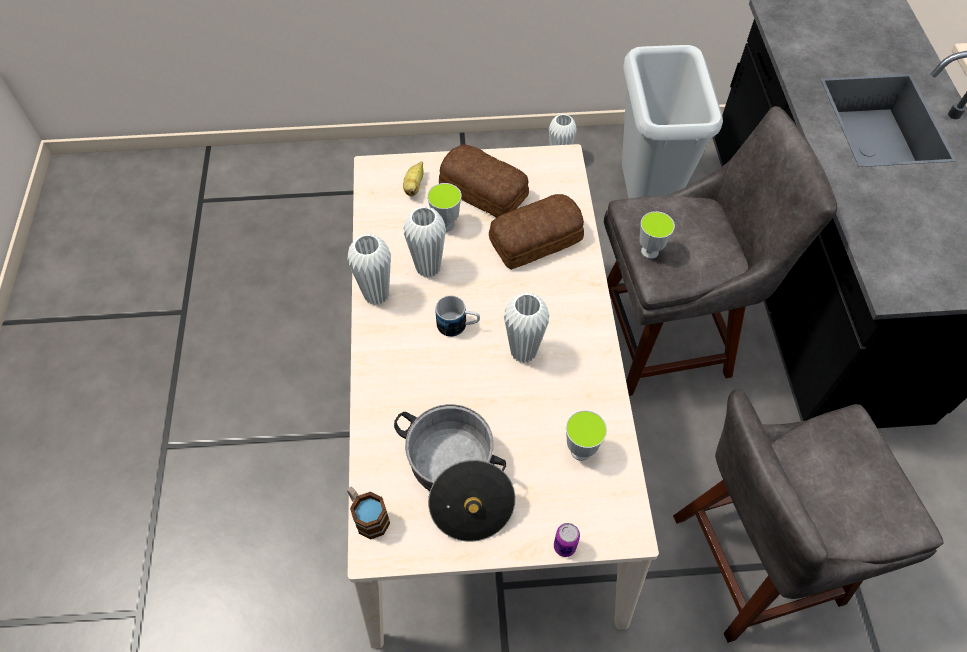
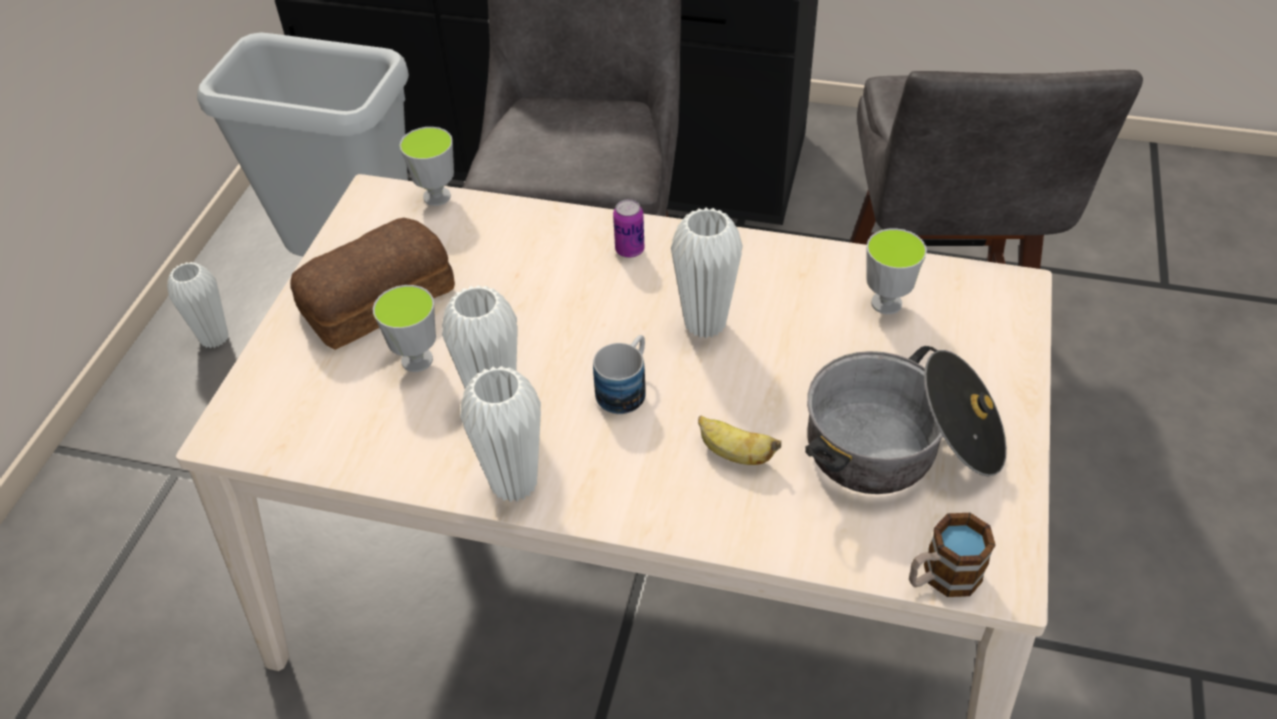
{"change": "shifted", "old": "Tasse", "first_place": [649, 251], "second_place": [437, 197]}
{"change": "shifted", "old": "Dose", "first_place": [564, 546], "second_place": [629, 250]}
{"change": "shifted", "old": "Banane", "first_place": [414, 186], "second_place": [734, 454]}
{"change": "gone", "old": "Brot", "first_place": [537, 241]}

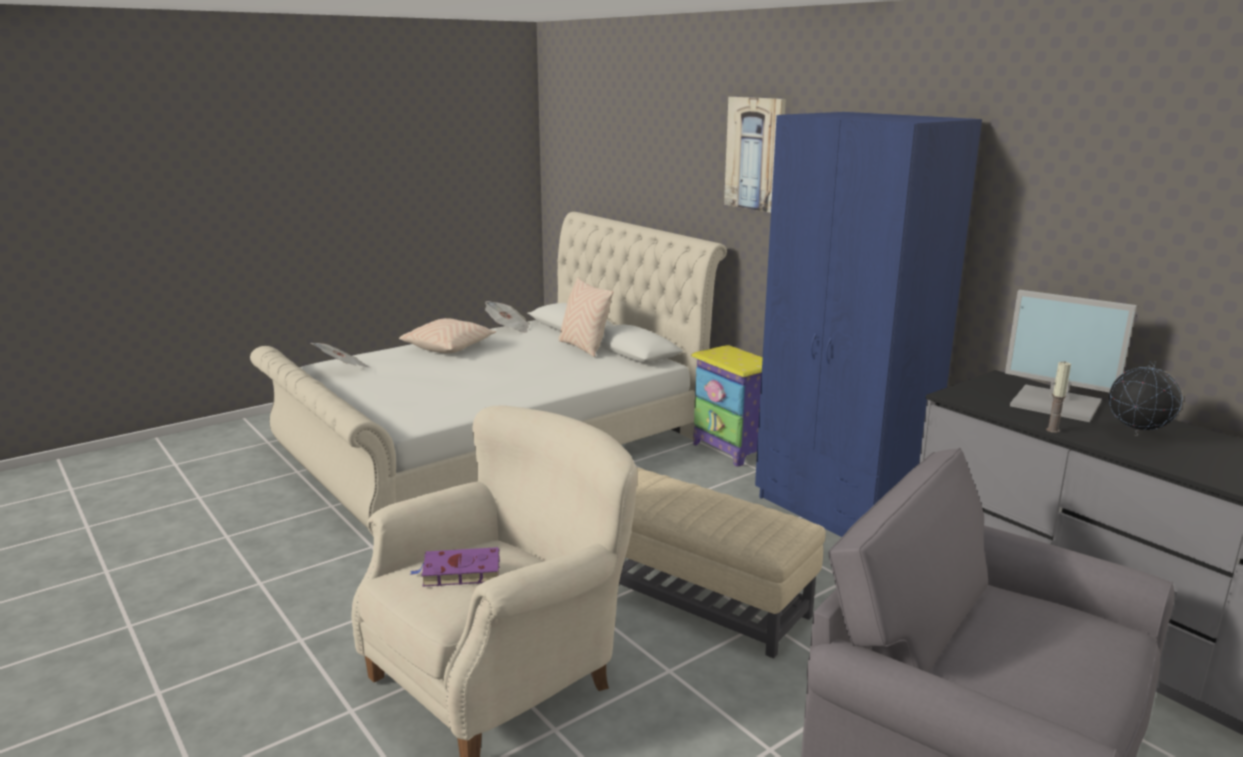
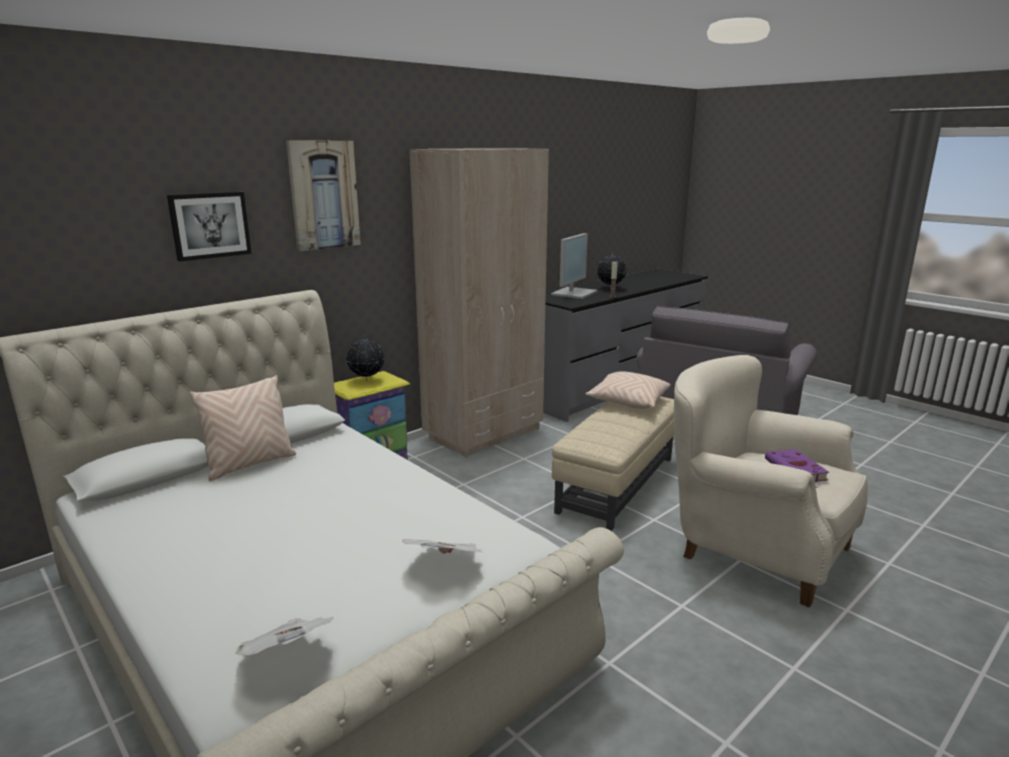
{"change": "new", "new": "Bild", "second_place": [210, 225]}
{"change": "new", "new": "Globus", "second_place": [367, 380]}
{"change": "shifted", "old": "Zeitung", "first_place": [508, 329], "second_place": [447, 564]}
{"change": "repainted", "old": "Kleiderschrank/blau", "new": "Kleiderschrank/beige", "first_place": [839, 511], "second_place": [484, 433]}
{"change": "shifted", "old": "Kissen/beige", "first_place": [449, 347], "second_place": [628, 402]}

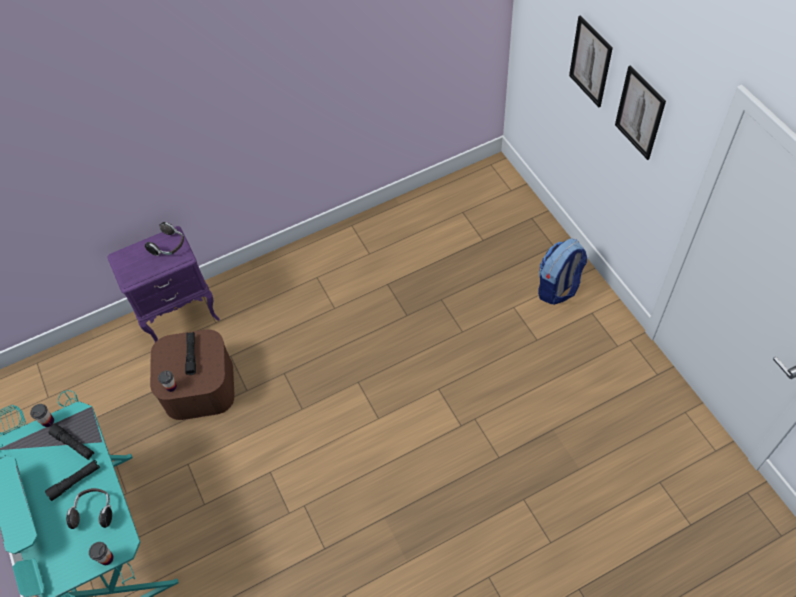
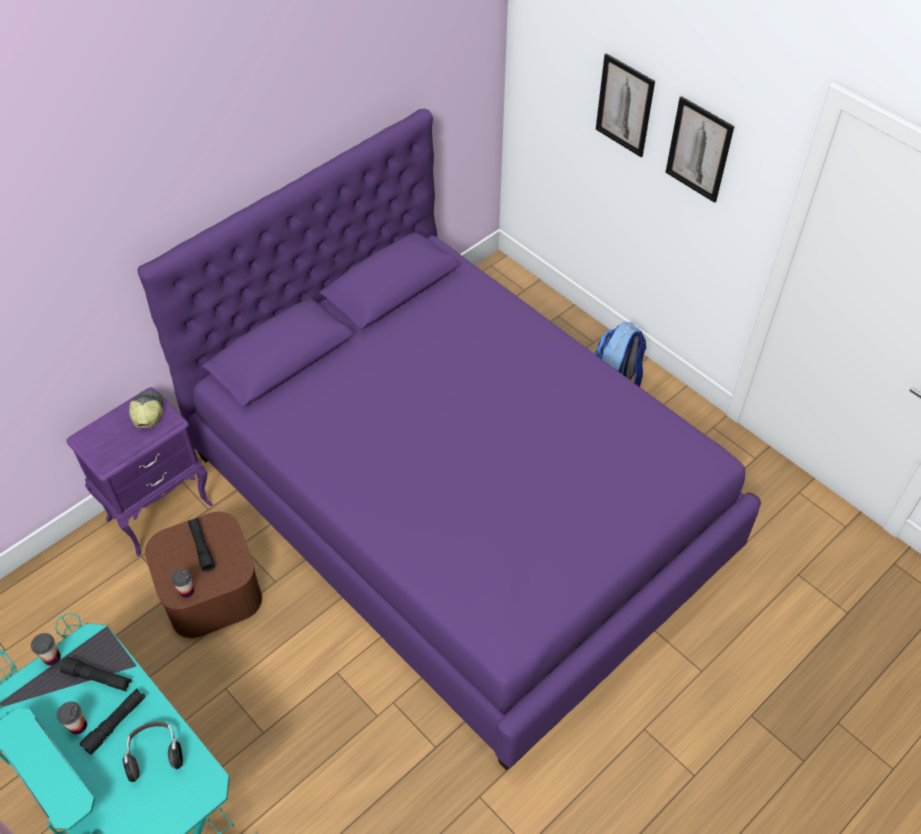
{"change": "shifted", "old": "Tasse", "first_place": [106, 558], "second_place": [78, 726]}
{"change": "swapped", "old": "Kopfhörer", "new": "Kappe", "first_place": [169, 246], "second_place": [147, 412]}
{"change": "new", "new": "Bett/lila", "second_place": [459, 502]}

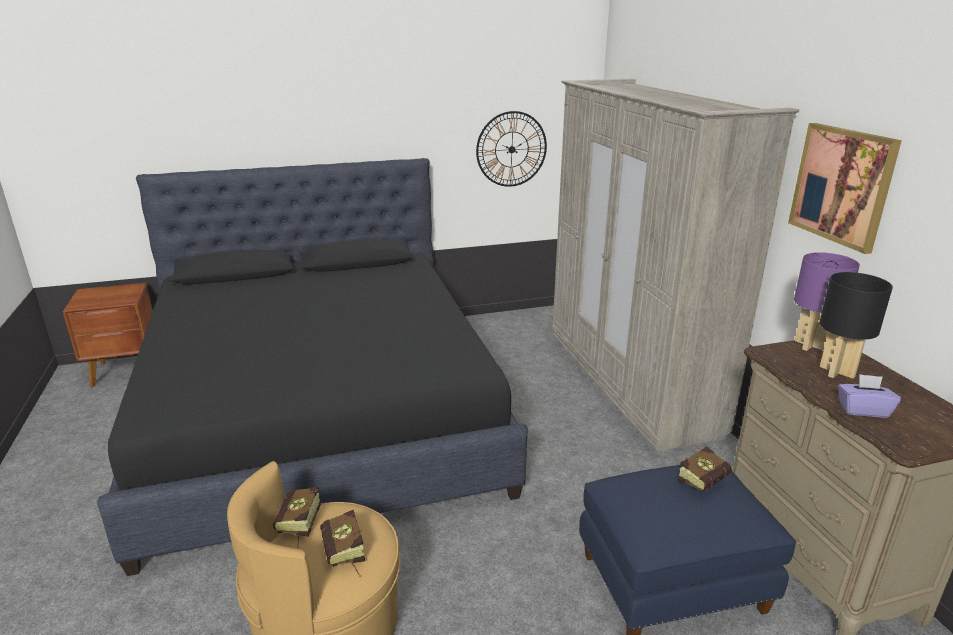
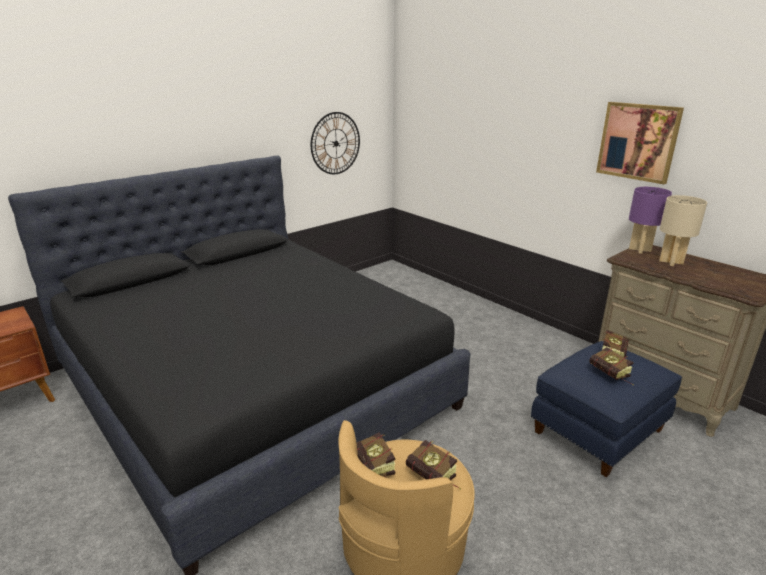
{"change": "new", "new": "Buch", "second_place": [612, 376]}
{"change": "repainted", "old": "Tischlampe/schwarz", "new": "Tischlampe/beige", "first_place": [837, 372], "second_place": [671, 262]}
{"change": "gone", "old": "Kleiderschrank/beige", "first_place": [629, 379]}
{"change": "gone", "old": "Taschentuchbox/lila", "first_place": [863, 410]}

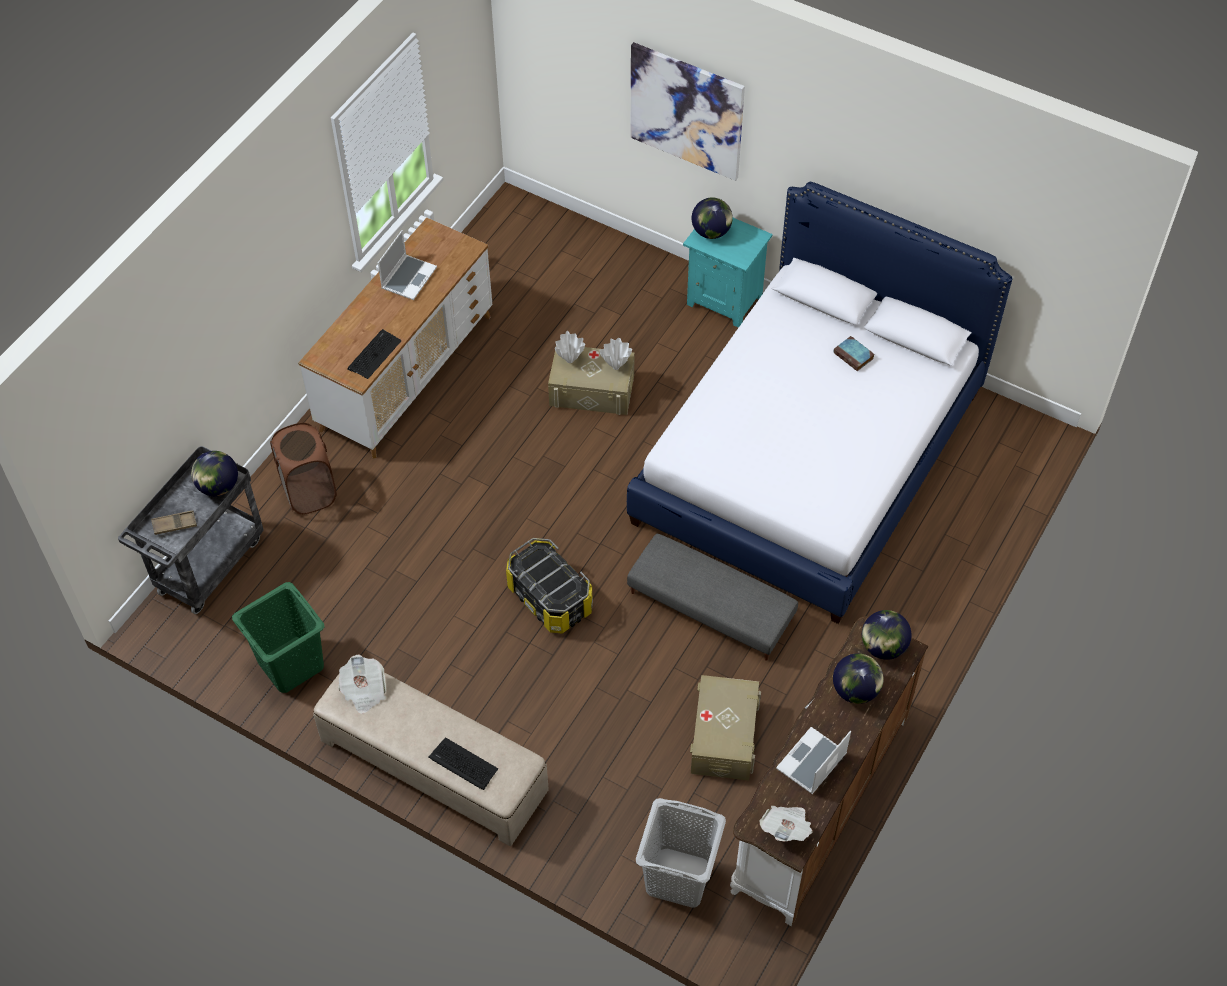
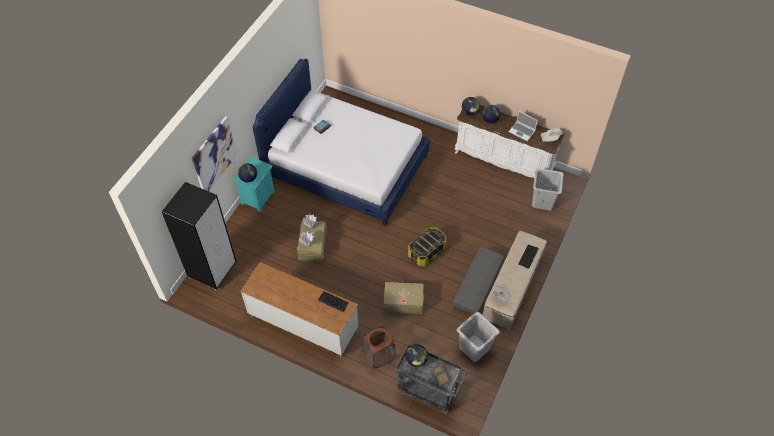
{"change": "new", "new": "Kleiderschrank", "second_place": [212, 270]}
{"change": "shifted", "old": "Aufbewahrungsbox/beige", "first_place": [724, 736], "second_place": [403, 302]}
{"change": "shifted", "old": "Polsterhocker/grau", "first_place": [711, 606], "second_place": [477, 286]}
{"change": "repainted", "old": "Wäschekorb/grün", "new": "Wäschekorb/grau", "first_place": [290, 664], "second_place": [474, 348]}
{"change": "gone", "old": "Laptop", "first_place": [408, 277]}

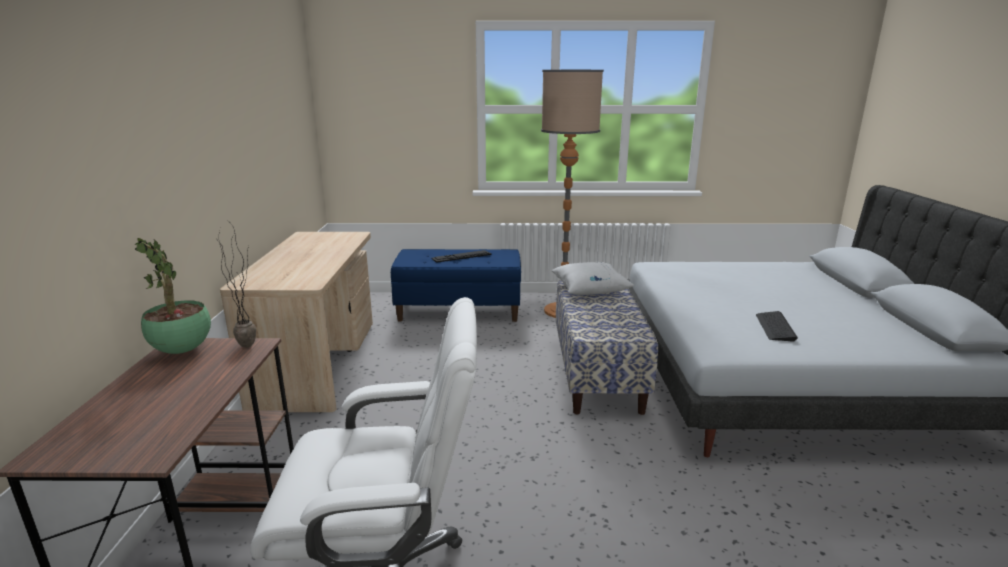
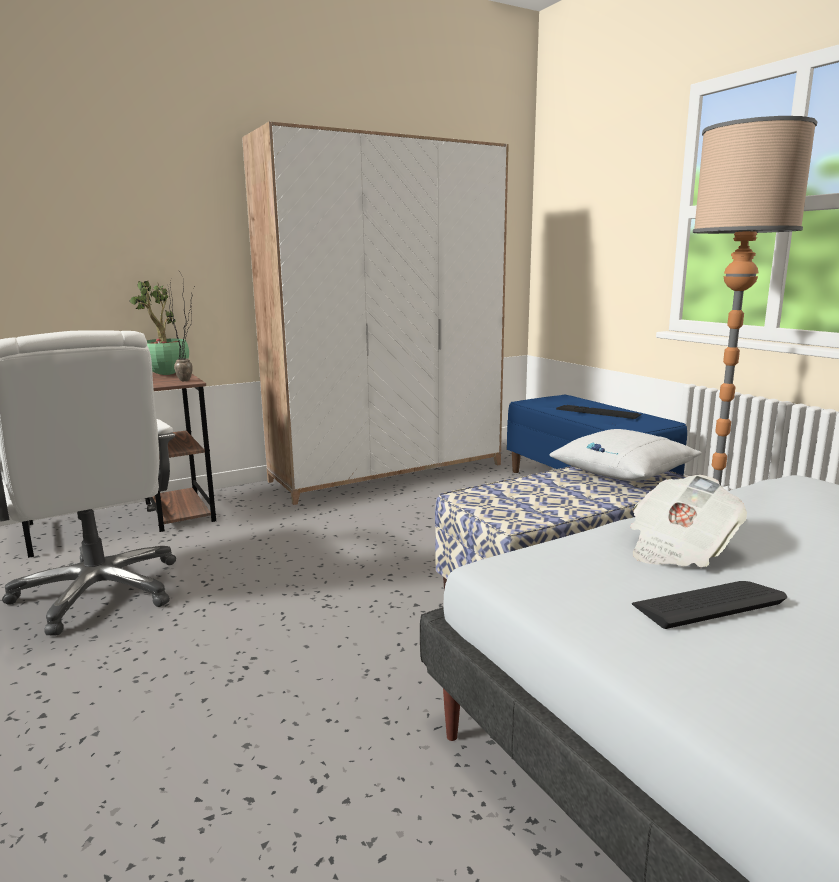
{"change": "swapped", "old": "Schreibtisch/beige", "new": "Kleiderschrank/weiß", "first_place": [319, 362], "second_place": [388, 472]}
{"change": "new", "new": "Zeitung", "second_place": [678, 549]}

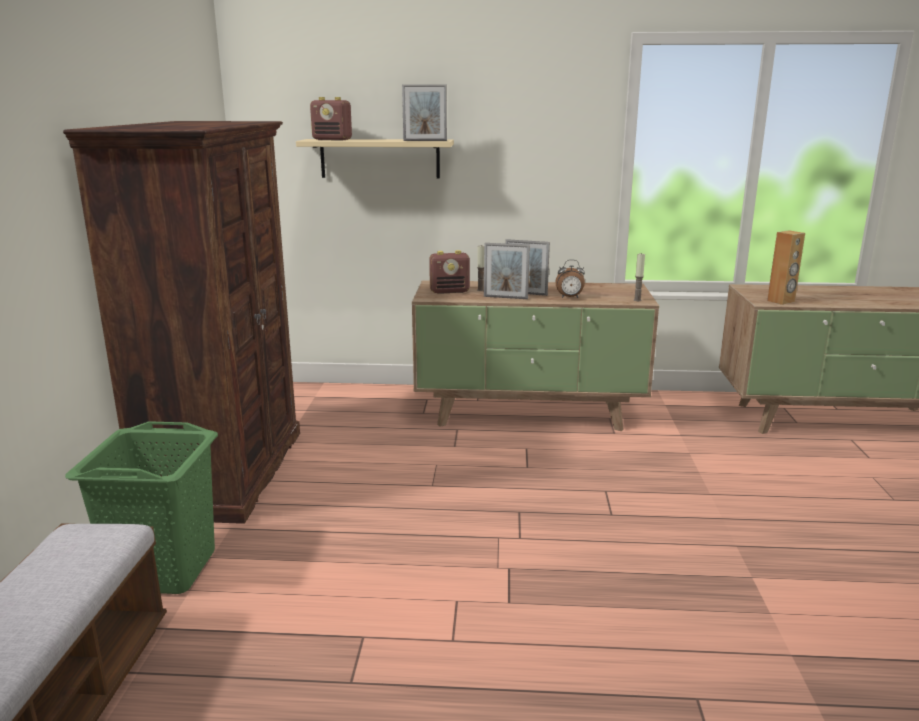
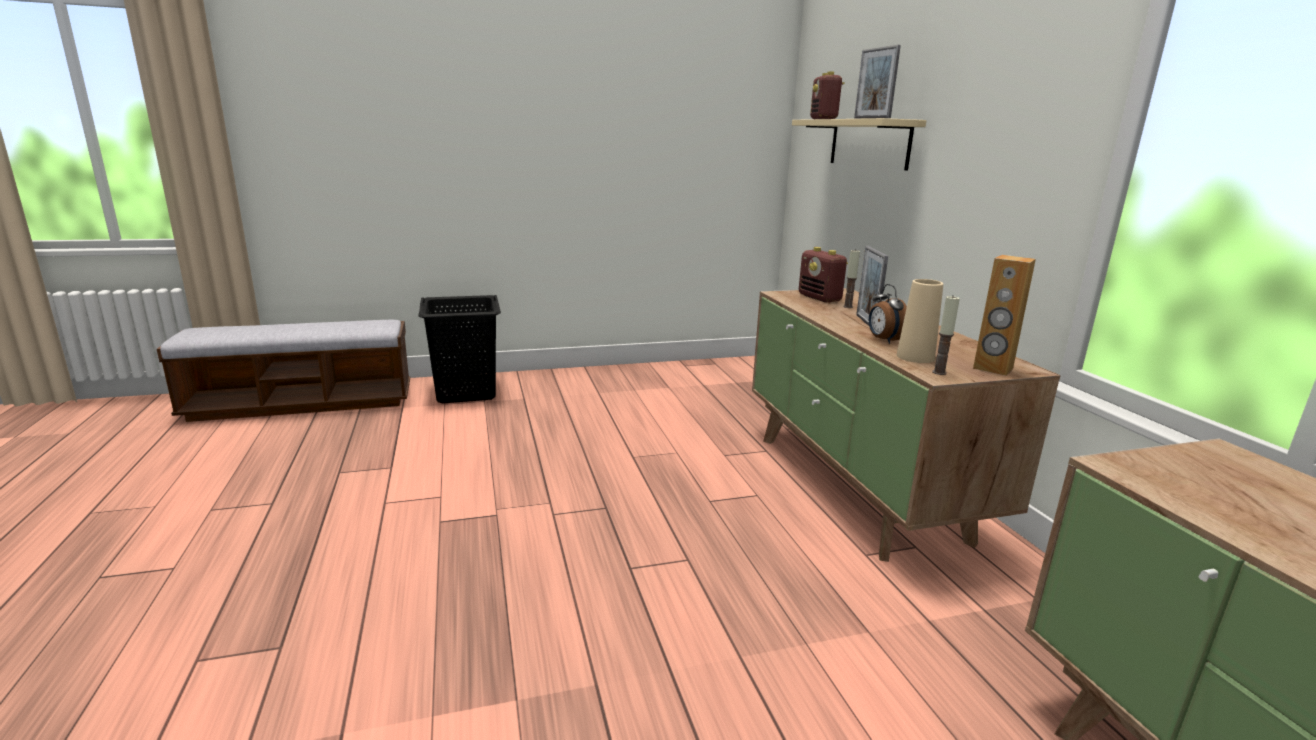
{"change": "repainted", "old": "Wäschekorb/grün", "new": "Wäschekorb/schwarz", "first_place": [165, 569], "second_place": [466, 392]}
{"change": "new", "new": "Vase/beige", "second_place": [915, 357]}
{"change": "shifted", "old": "Lautsprecher/braun", "first_place": [781, 301], "second_place": [992, 368]}
{"change": "gone", "old": "Kleiderschrank/braun", "first_place": [227, 471]}
{"change": "gone", "old": "Bilderrahmen", "first_place": [505, 297]}

